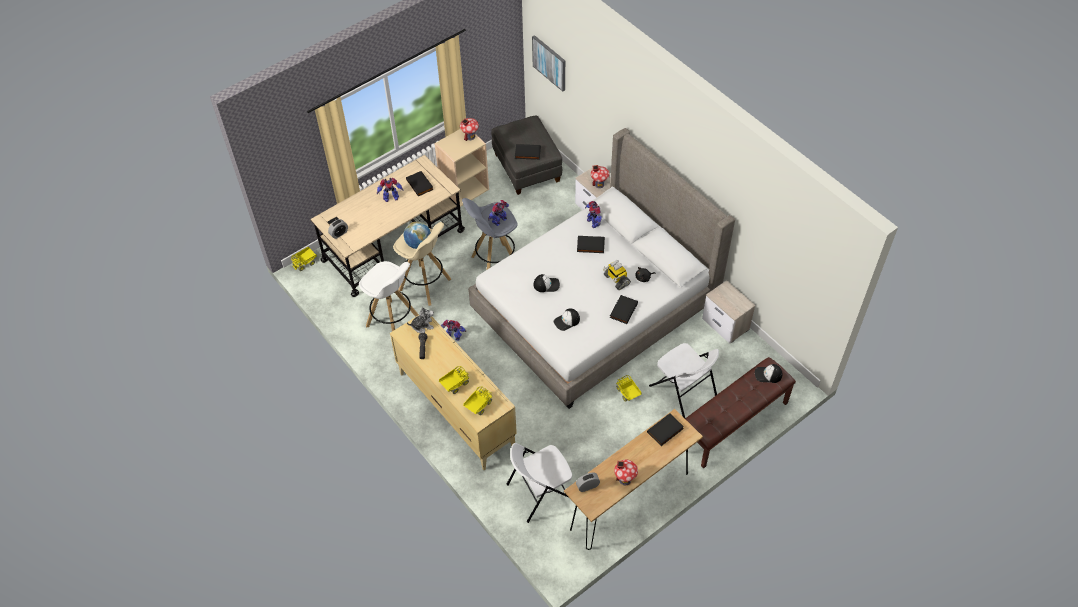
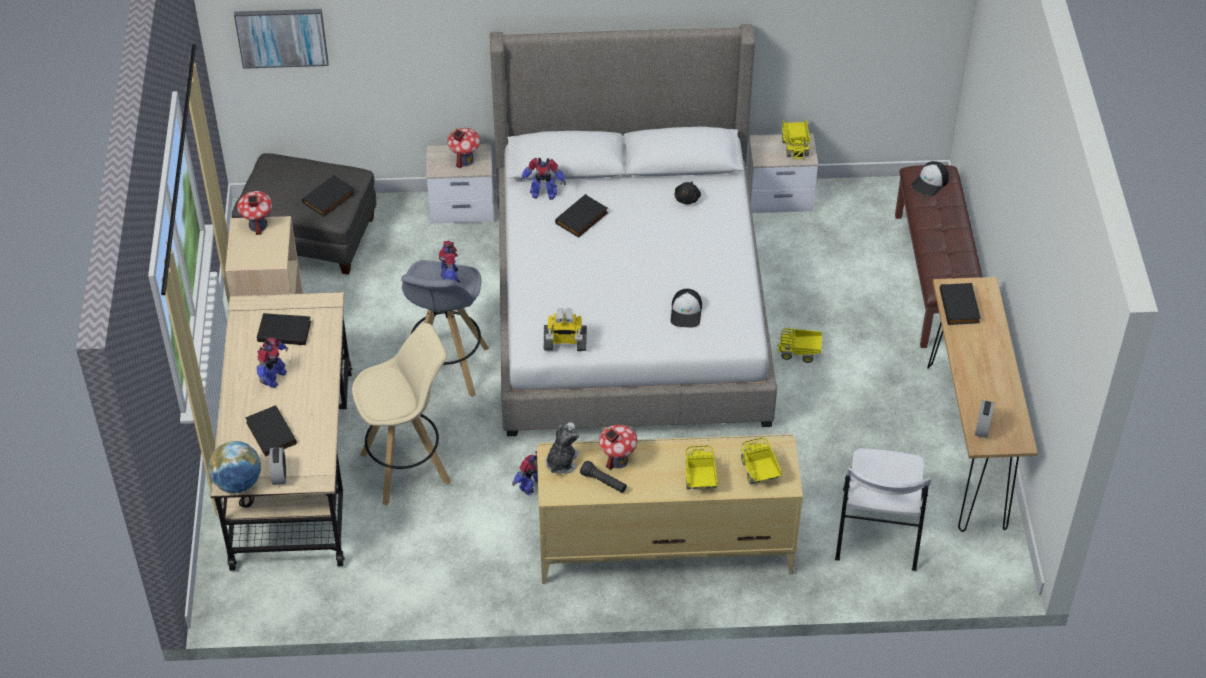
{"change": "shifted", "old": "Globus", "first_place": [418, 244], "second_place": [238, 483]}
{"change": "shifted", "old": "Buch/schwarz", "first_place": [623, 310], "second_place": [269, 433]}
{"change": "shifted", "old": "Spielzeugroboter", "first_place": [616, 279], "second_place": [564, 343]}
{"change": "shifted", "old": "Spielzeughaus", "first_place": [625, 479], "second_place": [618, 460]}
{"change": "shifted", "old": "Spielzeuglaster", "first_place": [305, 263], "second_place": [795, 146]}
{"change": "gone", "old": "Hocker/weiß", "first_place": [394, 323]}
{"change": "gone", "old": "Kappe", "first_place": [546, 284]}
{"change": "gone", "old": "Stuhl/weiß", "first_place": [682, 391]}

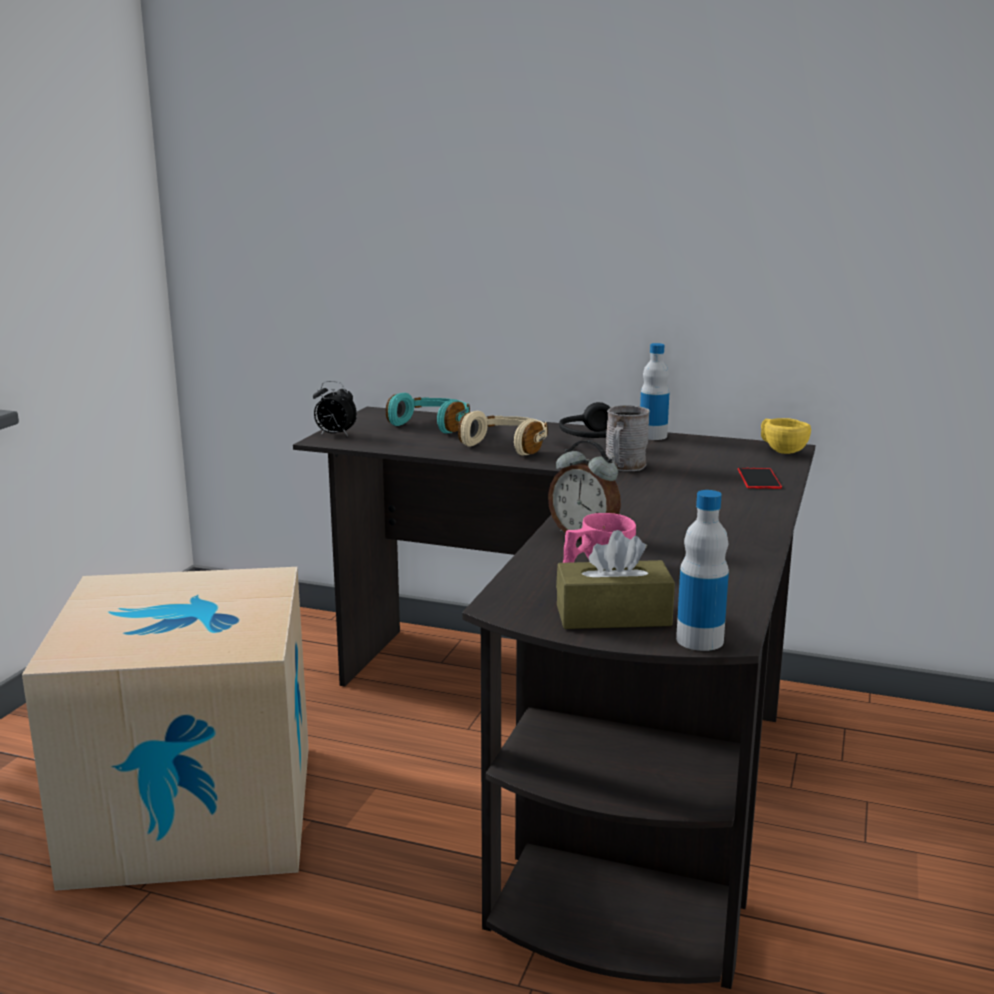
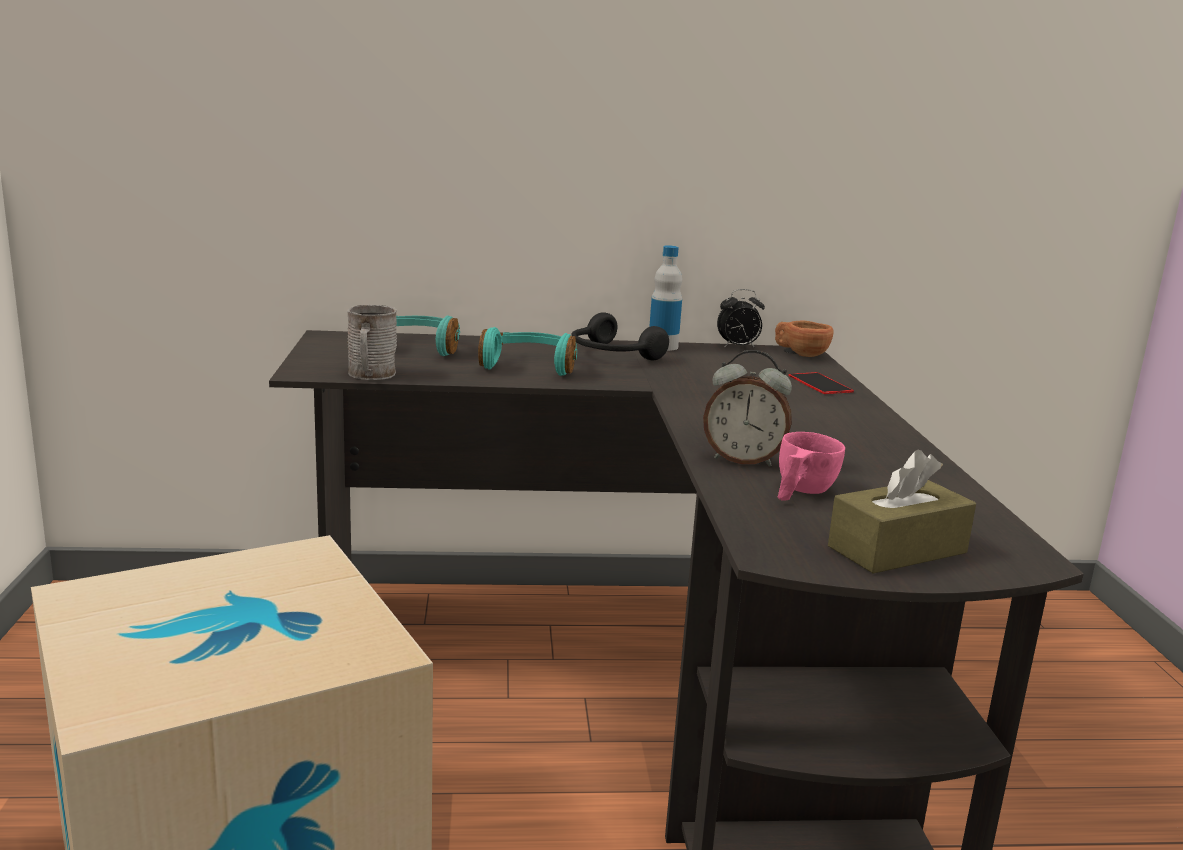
{"change": "shifted", "old": "Henkelbecher/grau", "first_place": [624, 467], "second_place": [371, 375]}
{"change": "repainted", "old": "Kopfhörer/beige", "new": "Kopfhörer/türkis", "first_place": [507, 446], "second_place": [530, 366]}
{"change": "shifted", "old": "Wecker", "first_place": [334, 435], "second_place": [738, 347]}
{"change": "repainted", "old": "Tasse/gelb", "new": "Tasse/braun", "first_place": [780, 450], "second_place": [800, 354]}
{"change": "gone", "old": "Flasche", "first_place": [699, 640]}

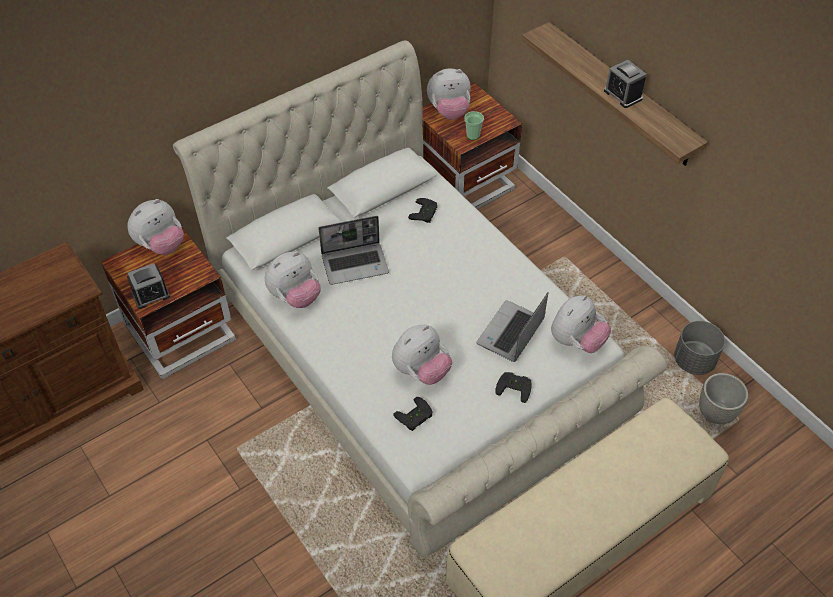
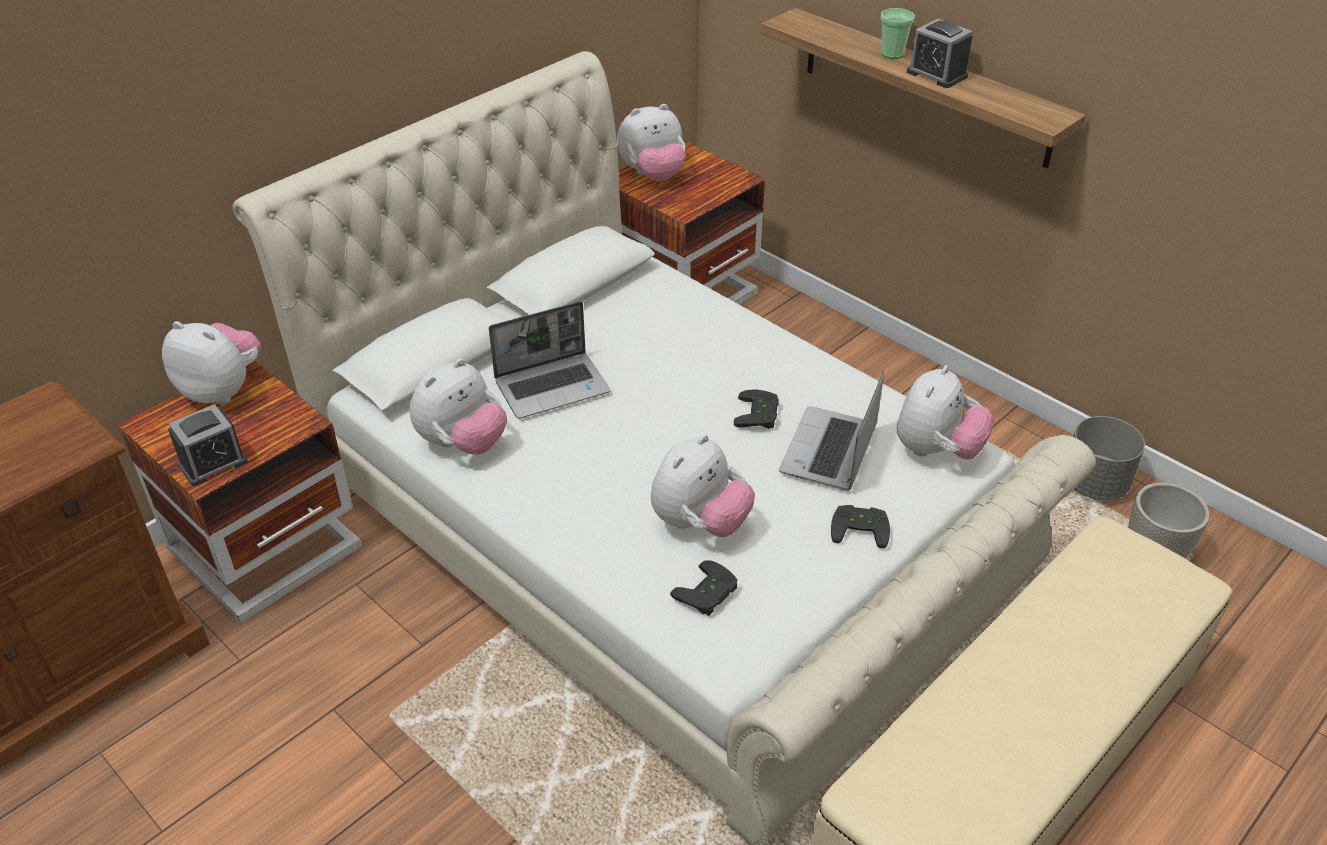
{"change": "rotated", "old": "Plüschtier", "first_place": [161, 245], "second_place": [223, 390], "degrees": -105}
{"change": "shifted", "old": "Gamepad/schwarz", "first_place": [425, 213], "second_place": [760, 414]}
{"change": "shifted", "old": "Tasse", "first_place": [473, 135], "second_place": [892, 54]}

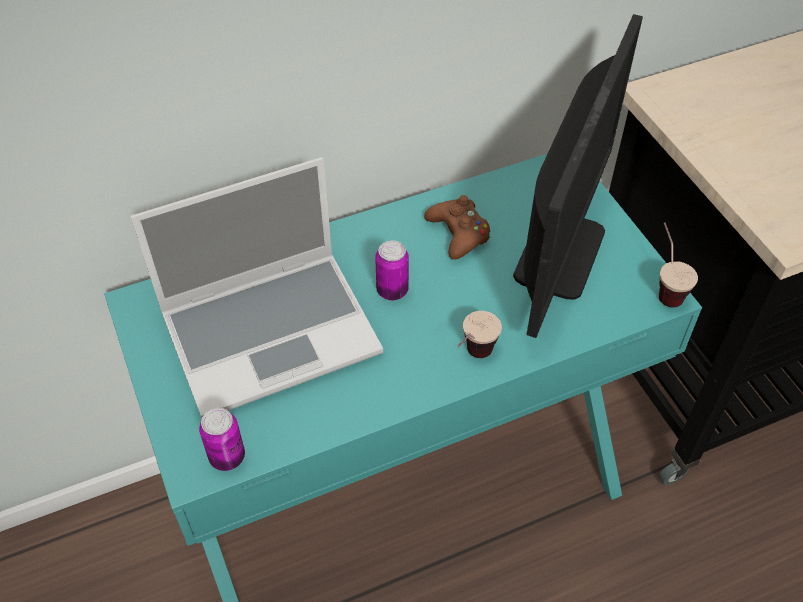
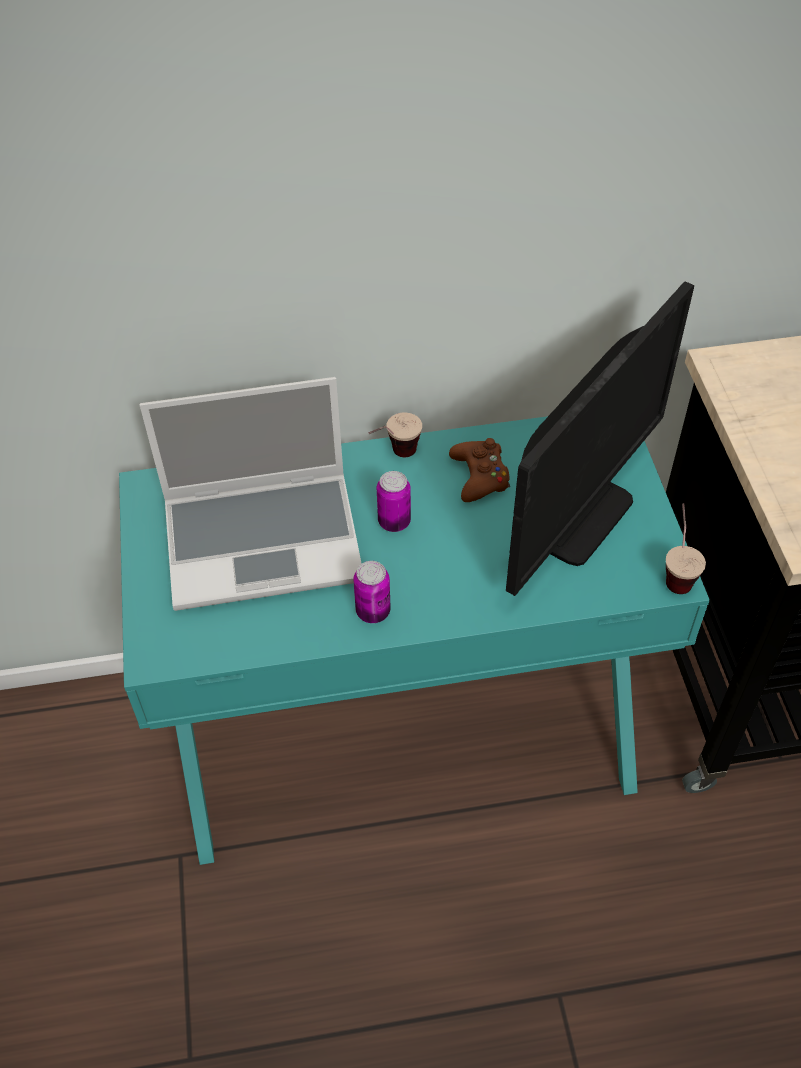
{"change": "shifted", "old": "Dose", "first_place": [227, 457], "second_place": [373, 611]}
{"change": "shifted", "old": "Tasse", "first_place": [472, 359], "second_place": [394, 457]}

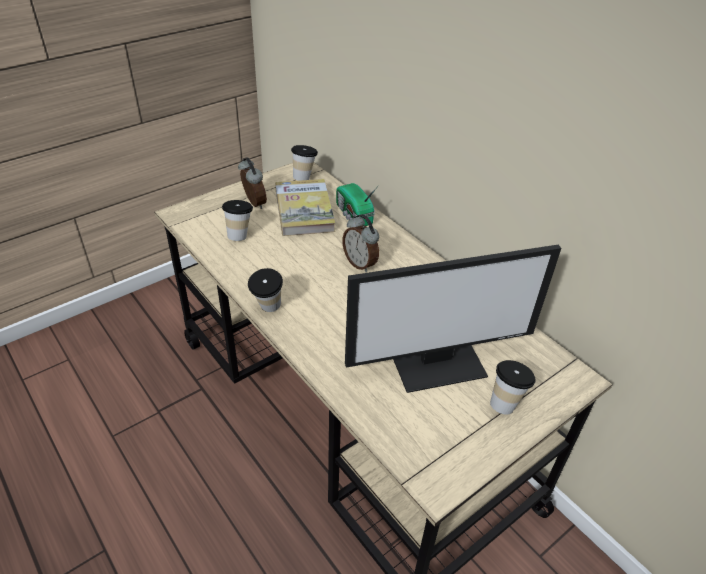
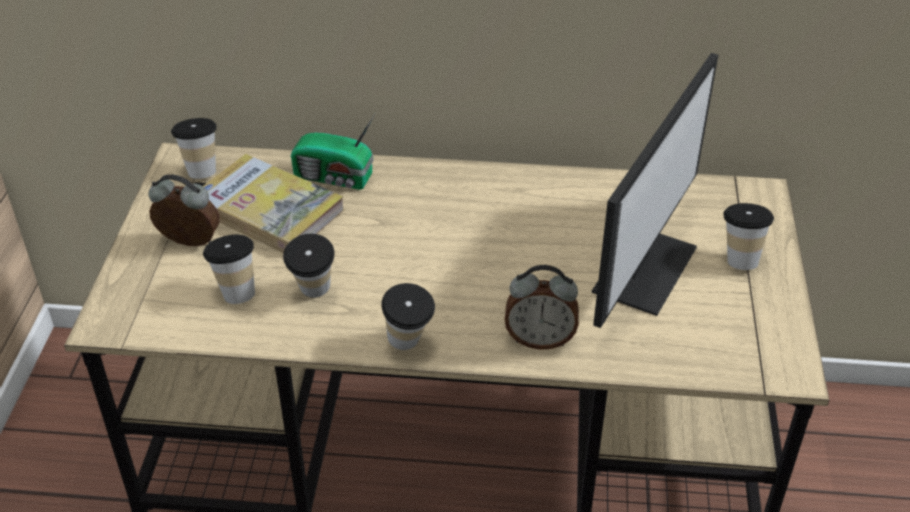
{"change": "new", "new": "Tasse", "second_place": [313, 295]}
{"change": "shifted", "old": "Wecker", "first_place": [360, 263], "second_place": [540, 339]}

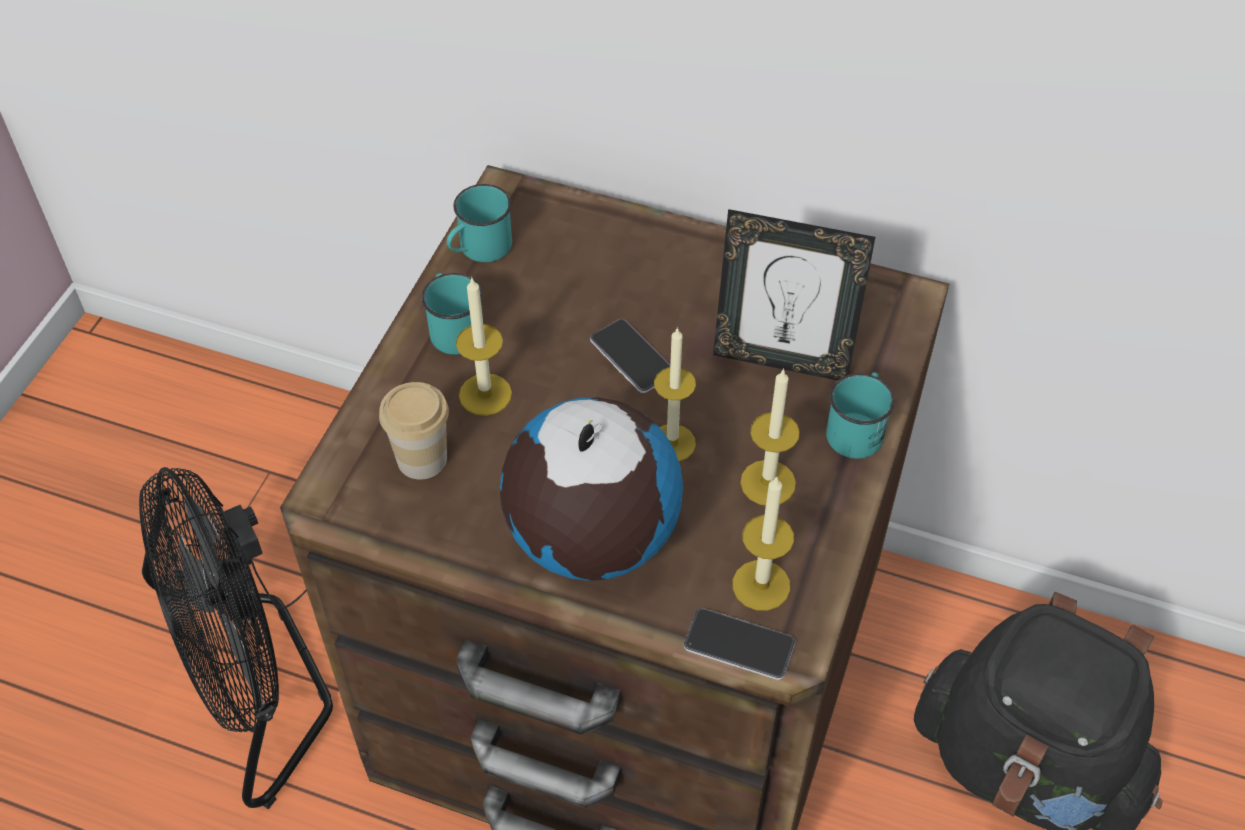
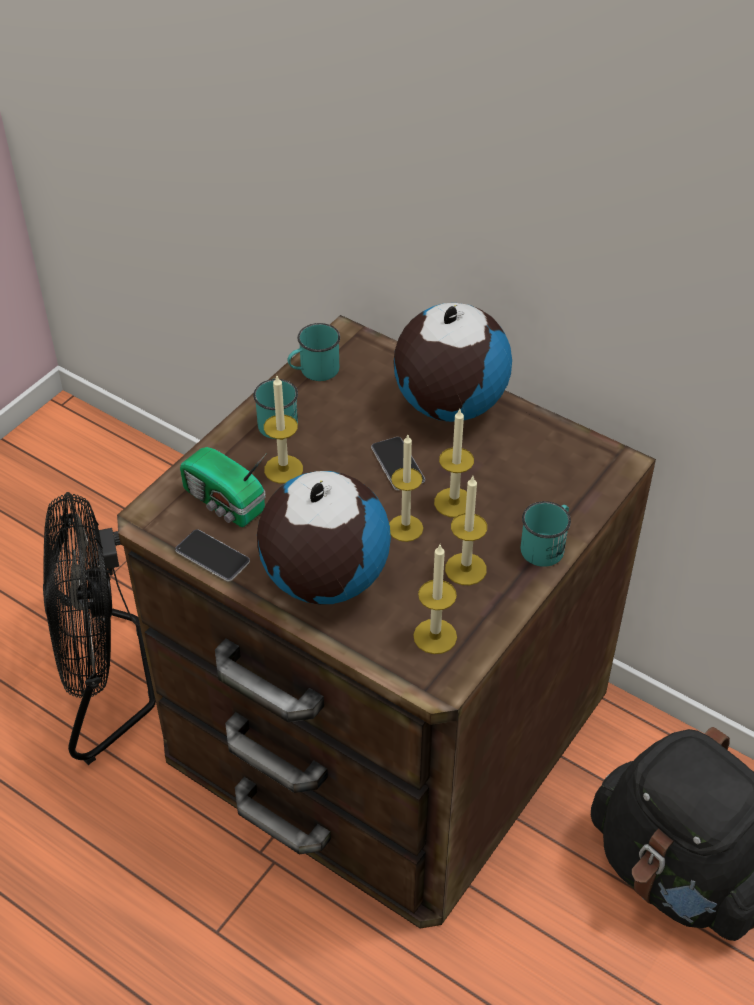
{"change": "shifted", "old": "Handy", "first_place": [739, 645], "second_place": [212, 556]}
{"change": "swapped", "old": "Tasse", "new": "Radio", "first_place": [422, 459], "second_place": [224, 503]}
{"change": "new", "new": "Globus", "second_place": [448, 405]}
{"change": "new", "new": "Kerze", "second_place": [454, 502]}
{"change": "gone", "old": "Bilderrahmen", "first_place": [782, 360]}

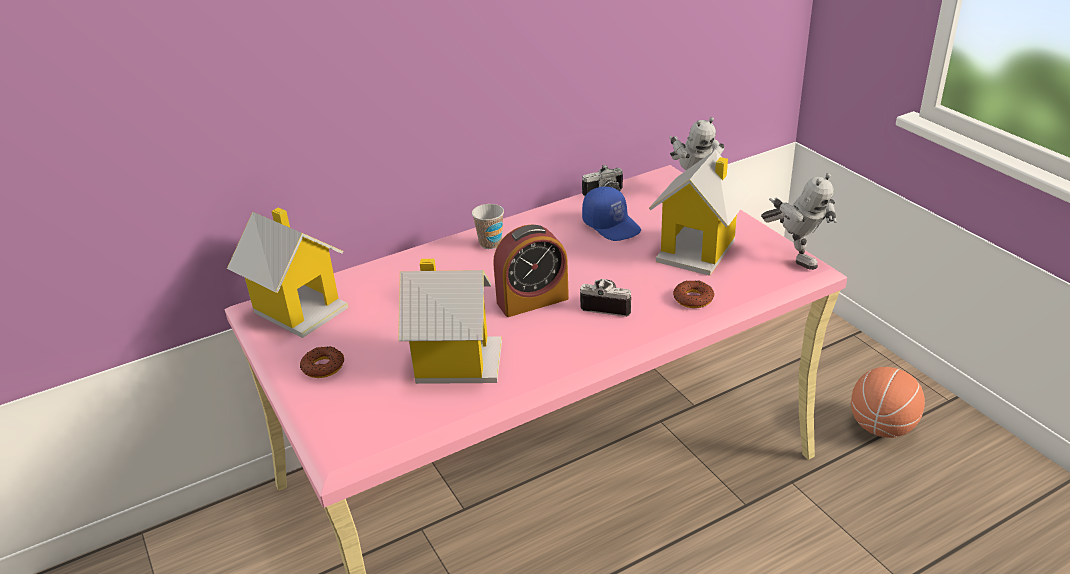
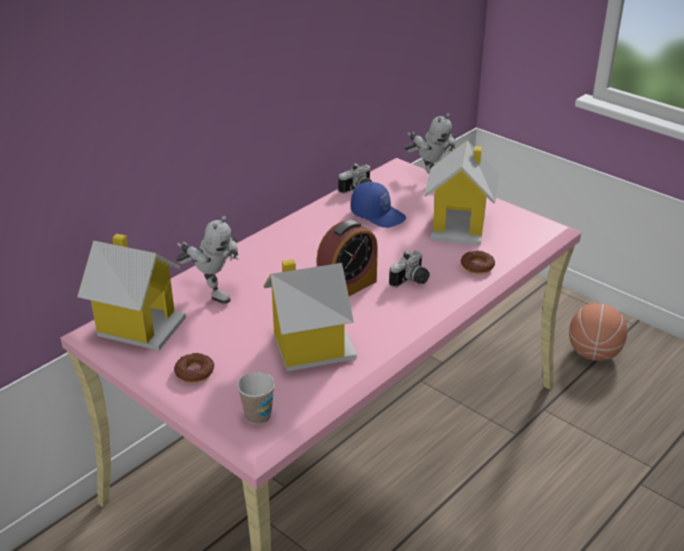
{"change": "shifted", "old": "Spielzeugroboter", "first_place": [795, 256], "second_place": [211, 292]}
{"change": "shifted", "old": "Tasse", "first_place": [490, 243], "second_place": [258, 416]}
{"change": "rotated", "old": "Kamera", "first_place": [607, 305], "second_place": [411, 281], "degrees": 135}

